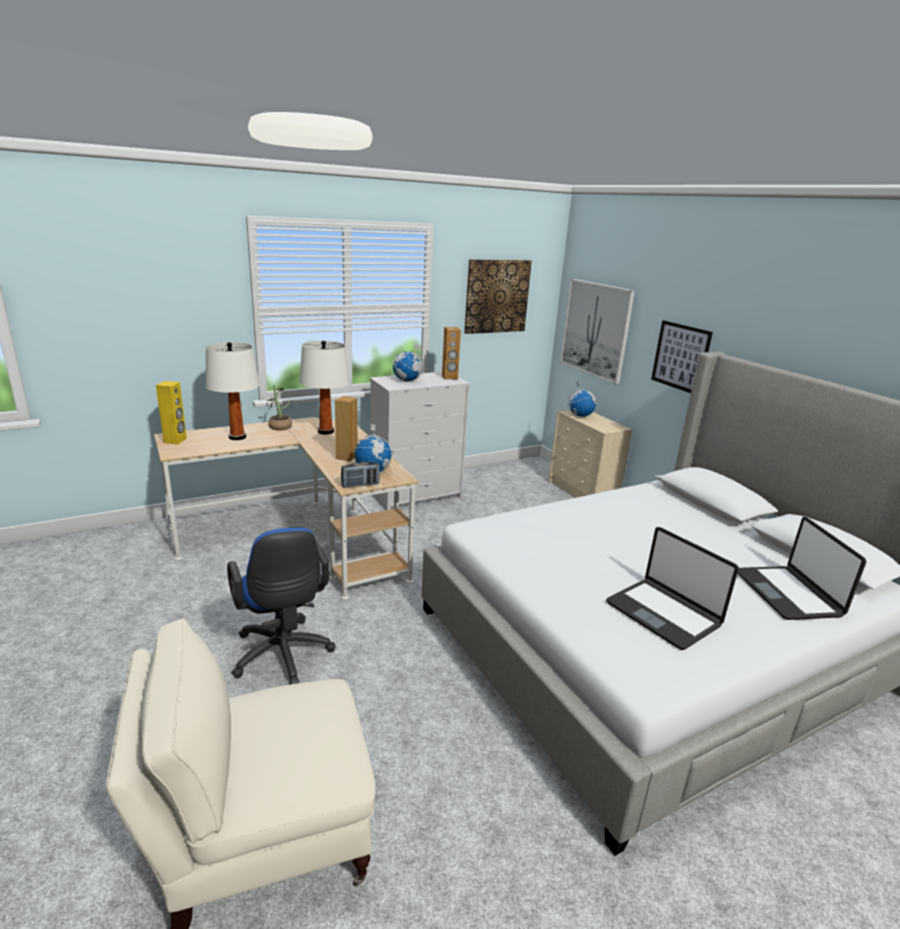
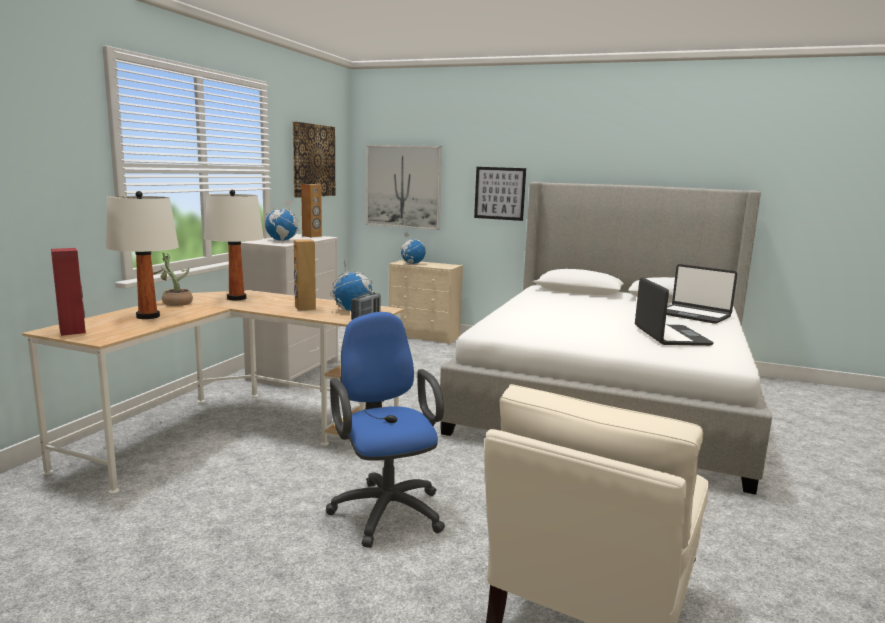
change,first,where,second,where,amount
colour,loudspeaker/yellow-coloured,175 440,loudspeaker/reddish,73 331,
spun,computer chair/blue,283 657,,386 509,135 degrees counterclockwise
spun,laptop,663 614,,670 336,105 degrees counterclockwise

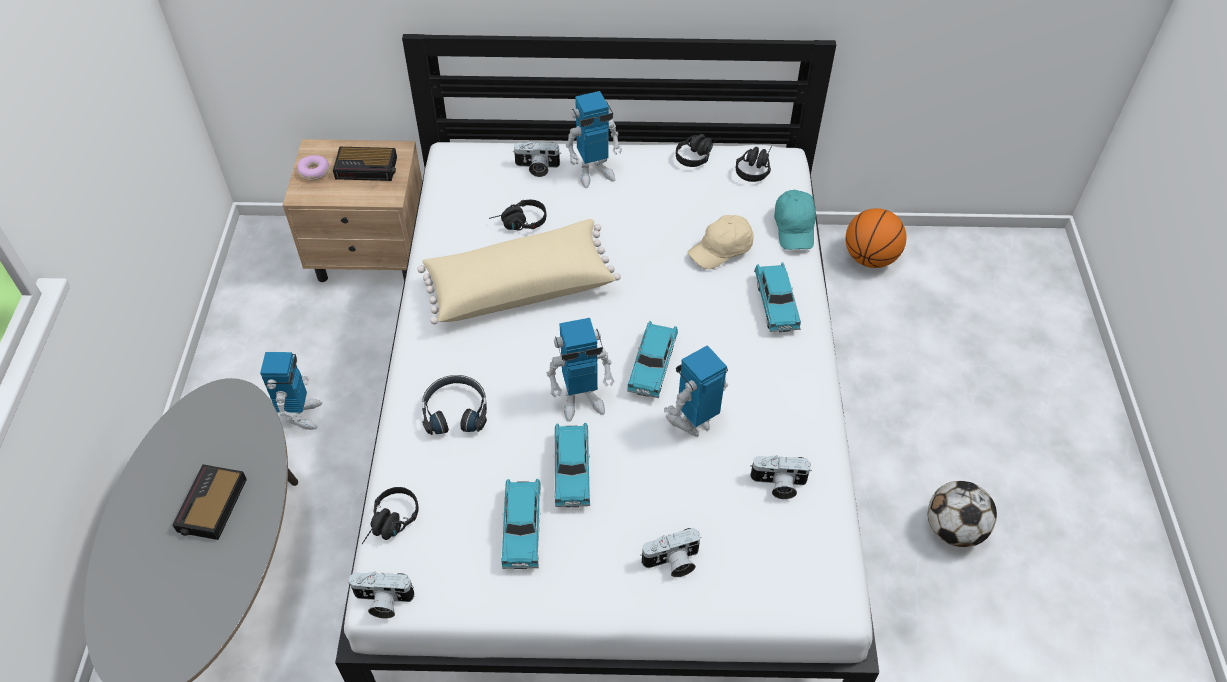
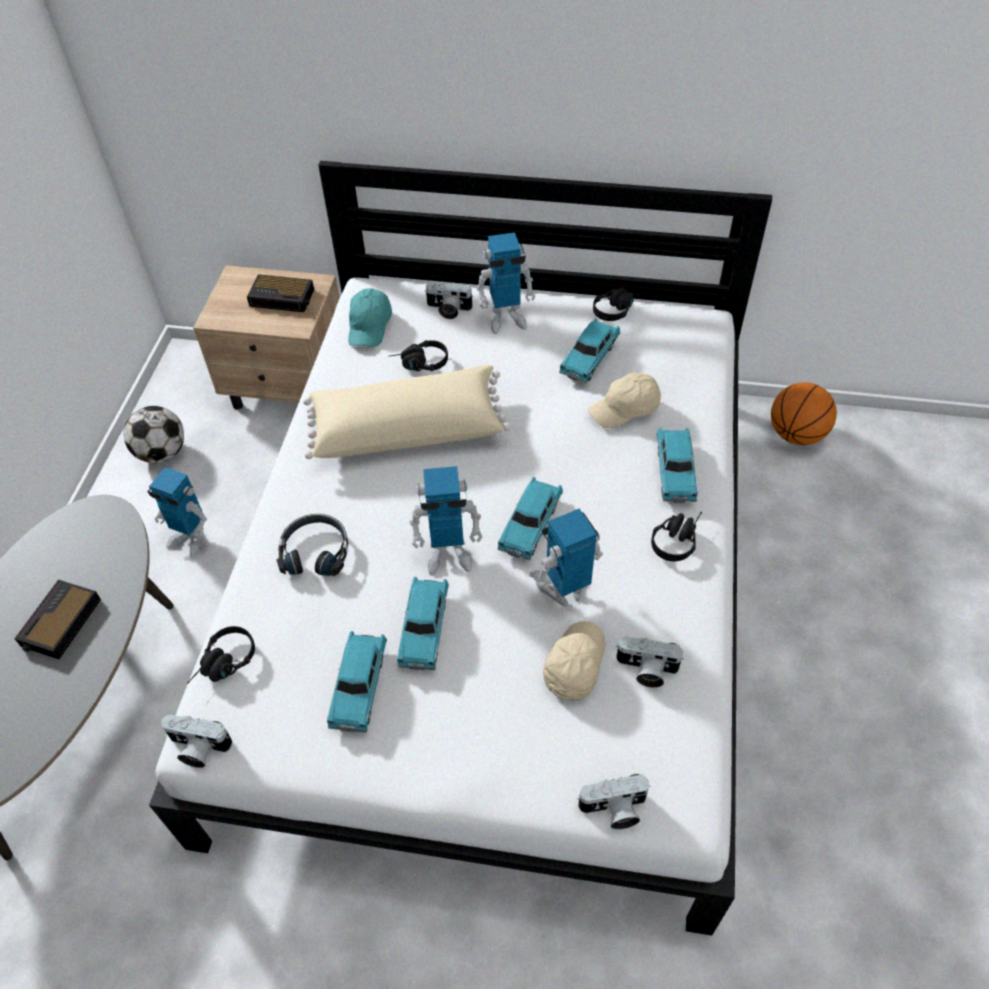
change,first,where,second,where,amount
spun,model robot,301 415,,190 539,105 degrees clockwise
missing,doughnut,314 172,,,
relocated,still camera,672 562,,614 810,
relocated,headphones/blackish,754 167,,677 538,
relocated,cap/turquoise-coloured,794 228,,370 326,
relocated,ball for football,953 529,,162 453,
appeared,,,cap/sand-coloured,574 665,
appeared,,,miniature car/turquoise-coloured,589 358,

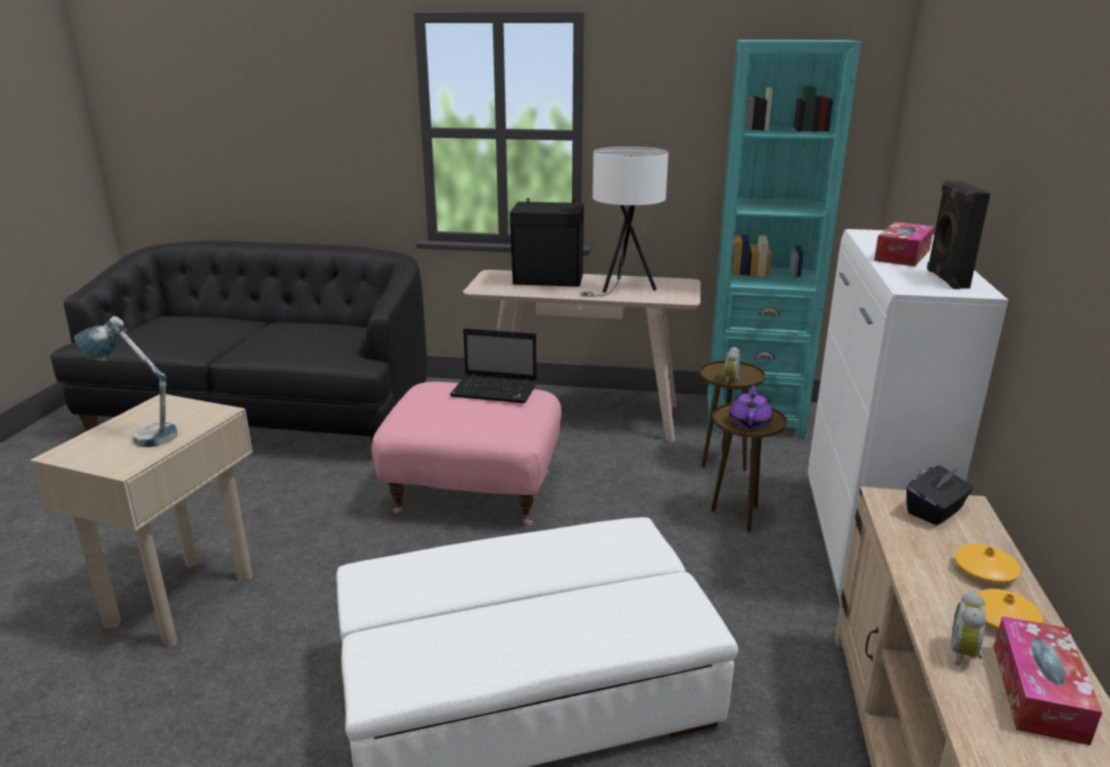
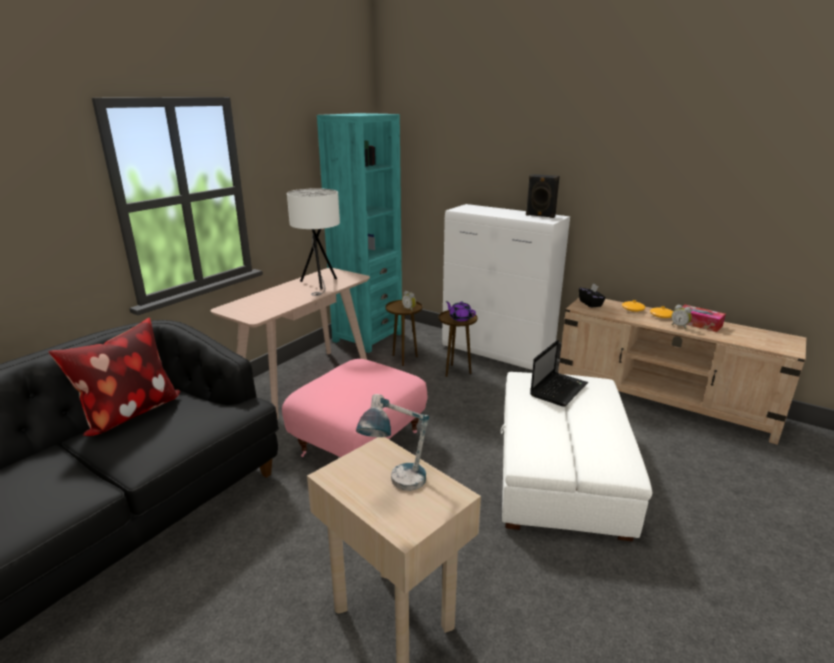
change,first,where,second,where,amount
relocated,laptop,496 390,,559 389,
missing,loudspeaker/blackish,549 280,,,
missing,tissue holder,902 255,,,
appeared,,,cushion,129 414,

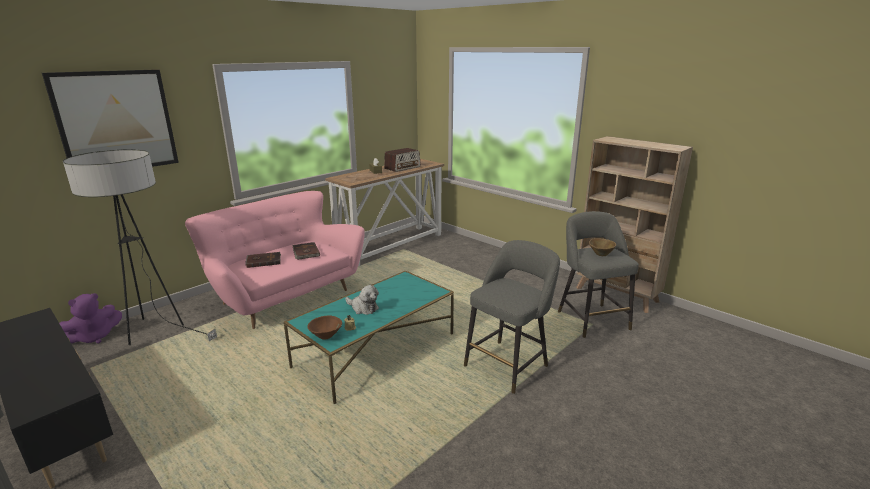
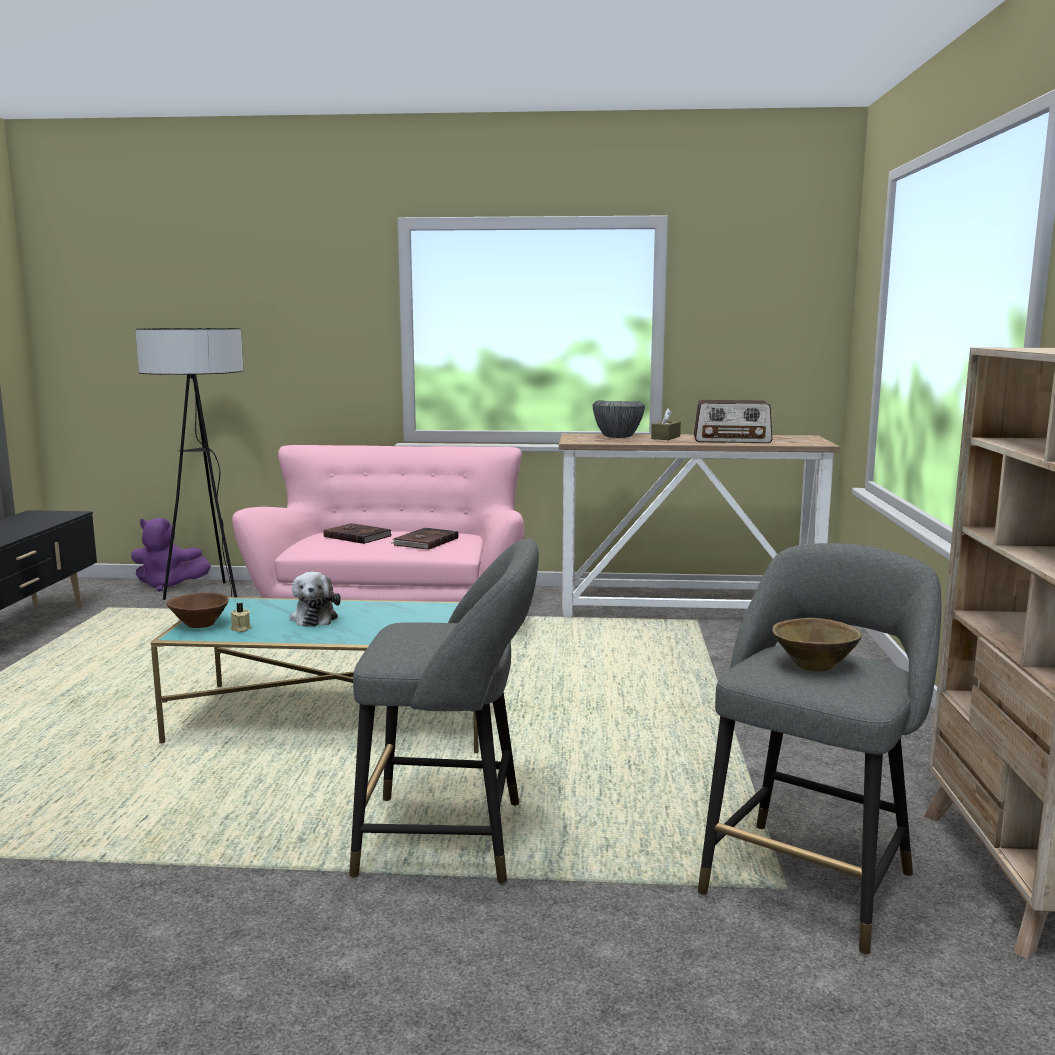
change,first,where,second,where,amount
missing,wall art,116 122,,,
appeared,,,bowl,618 437,

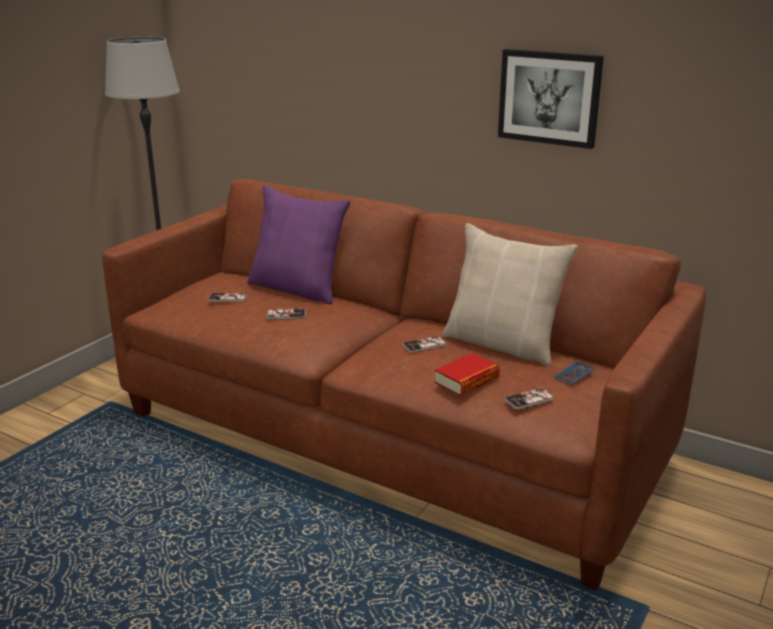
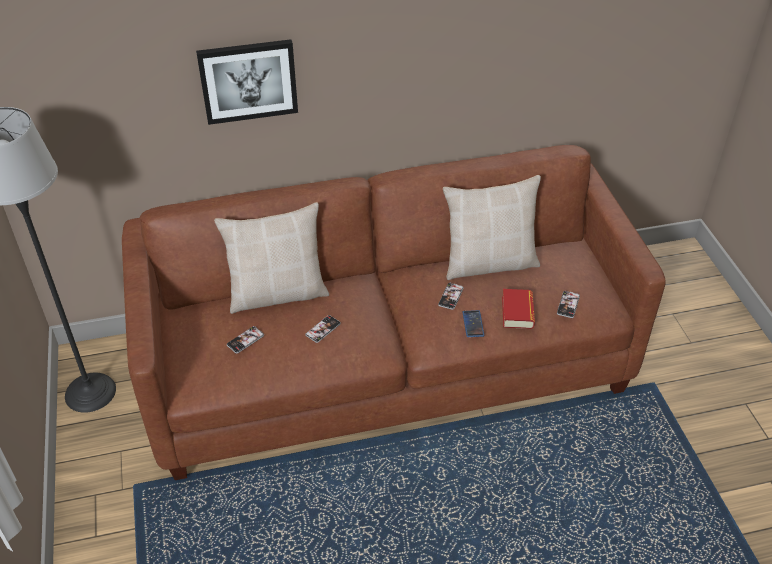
change,first,where,second,where,amount
colour,cushion/purplish,298 289,cushion/sand-coloured,278 293,
relocated,wall art,549 97,,248 80,
relocated,handset,574 374,,473 324,

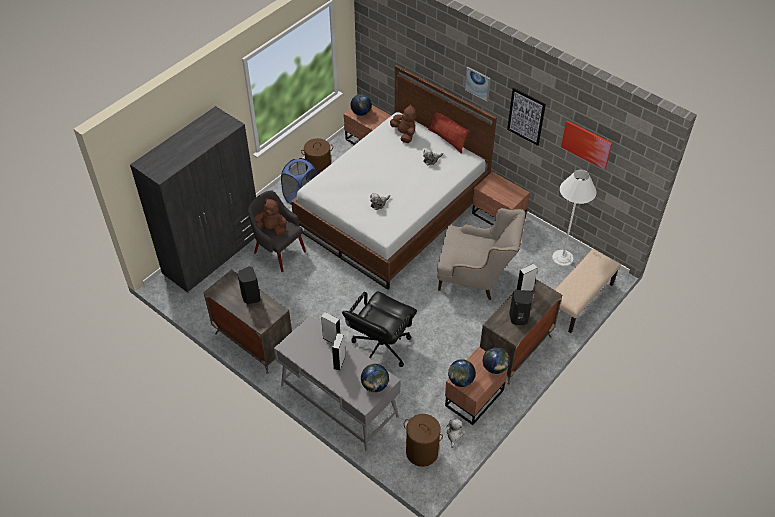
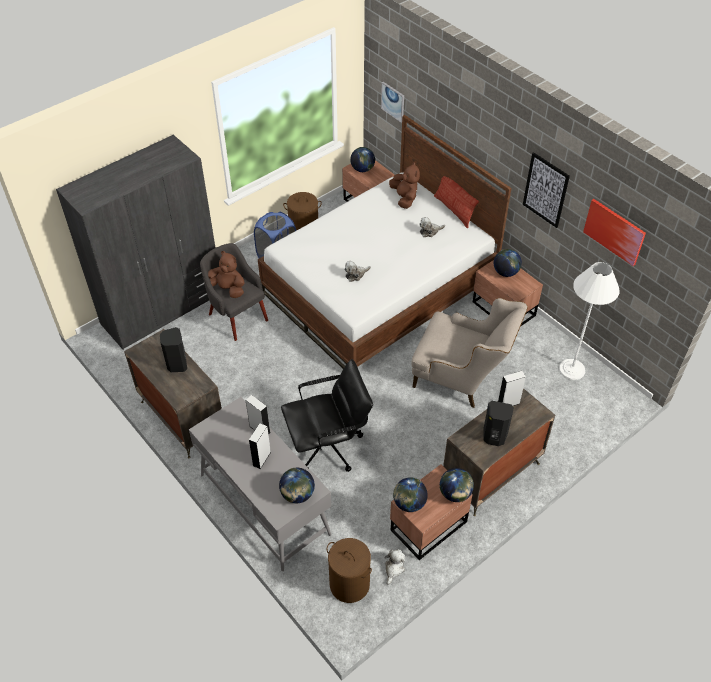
change,first,where,second,where,amount
spun,computer chair/blackish,380 347,,328 446,150 degrees counterclockwise
relocated,wall art,478 83,,393 101,
missing,indoor bench/sand-coloured,579 301,,,
appeared,,,globe,505 272,

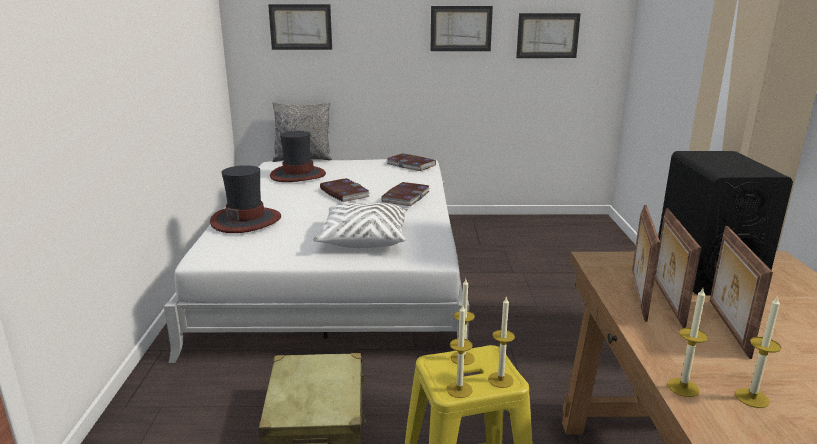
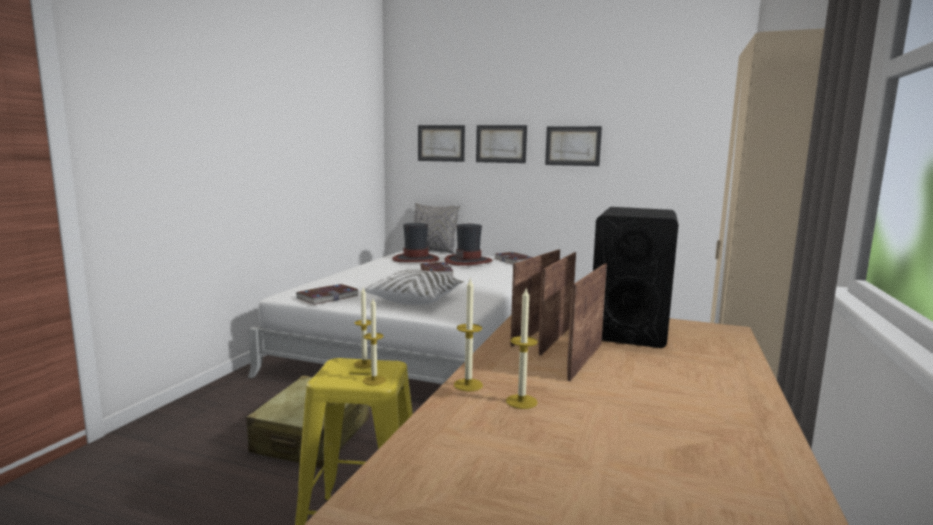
change,first,where,second,where,amount
relocated,clothing hat,246 220,,468 261,
relocated,bound book,405 196,,328 297,
missing,candle,459 389,,,
relocated,wall art,547 35,,501 144,

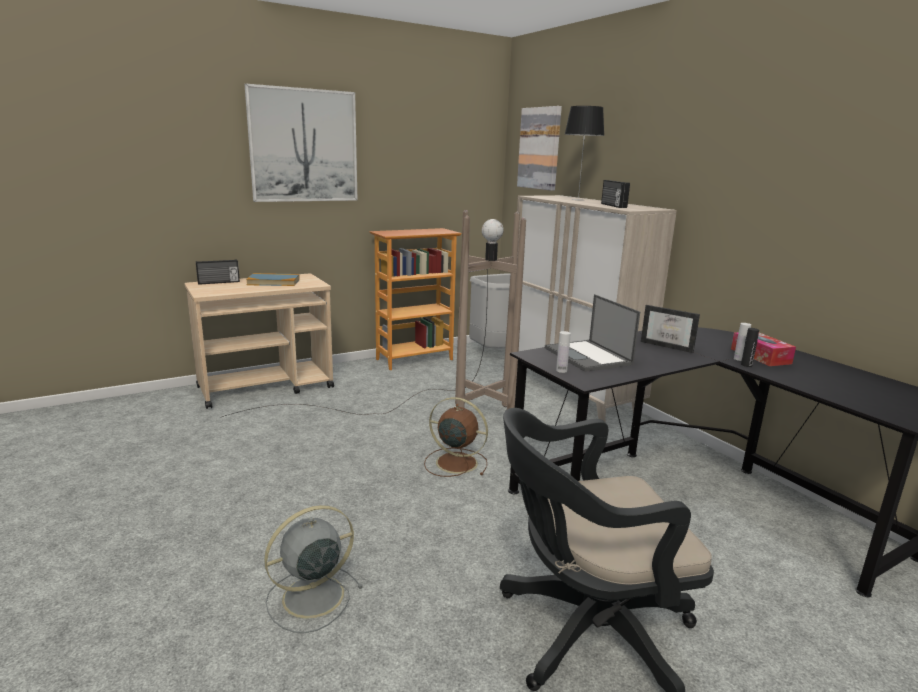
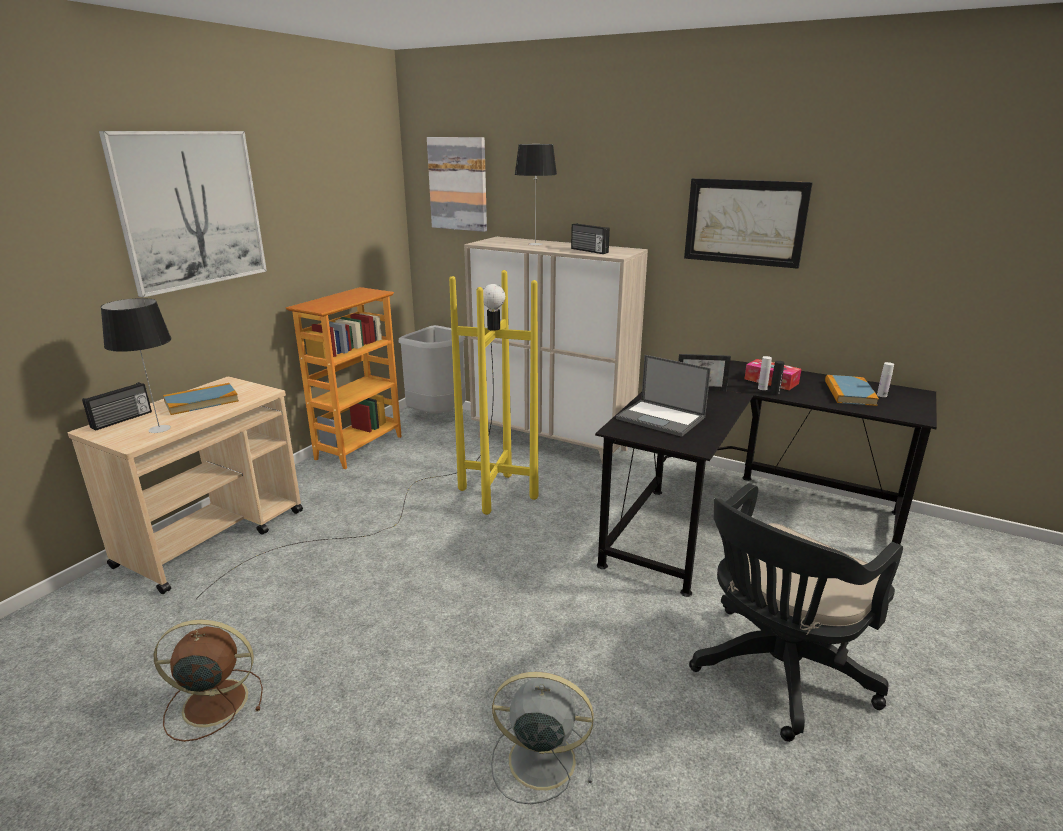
change,first,where,second,where,amount
colour,standard lamp/brown,423 411,standard lamp/yellow-coloured,433 508,
spun,cooling fan/gray,310 597,,538 759,75 degrees clockwise
relocated,cooling fan/brown,454 462,,212 703,
relocated,bottle/white-coloured,561 370,,882 395,
appeared,,,tabletop lamp,159 428,
appeared,,,wall art,745 222,
appeared,,,bound book,849 393,

